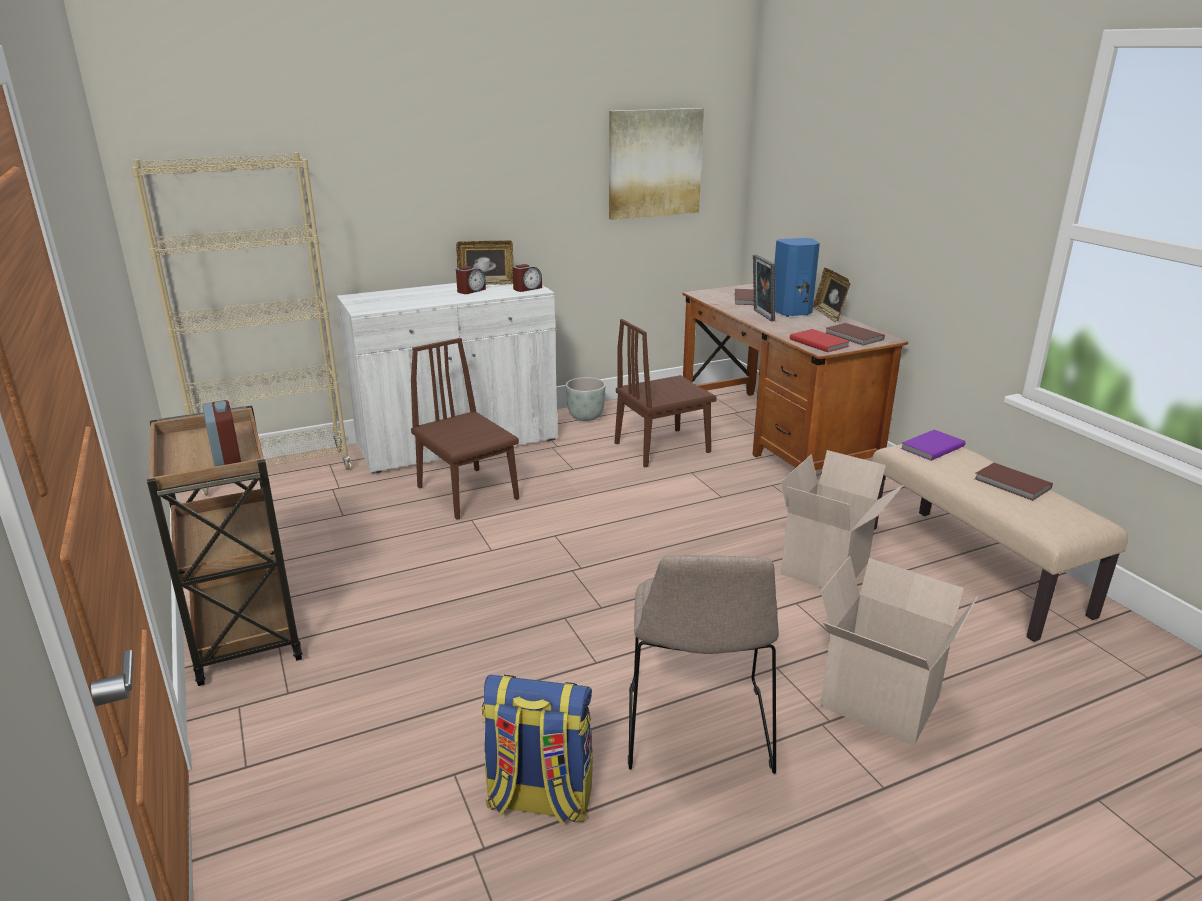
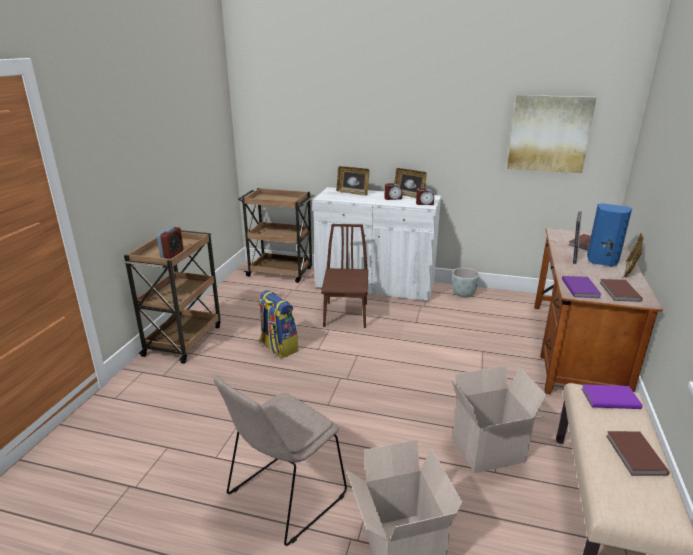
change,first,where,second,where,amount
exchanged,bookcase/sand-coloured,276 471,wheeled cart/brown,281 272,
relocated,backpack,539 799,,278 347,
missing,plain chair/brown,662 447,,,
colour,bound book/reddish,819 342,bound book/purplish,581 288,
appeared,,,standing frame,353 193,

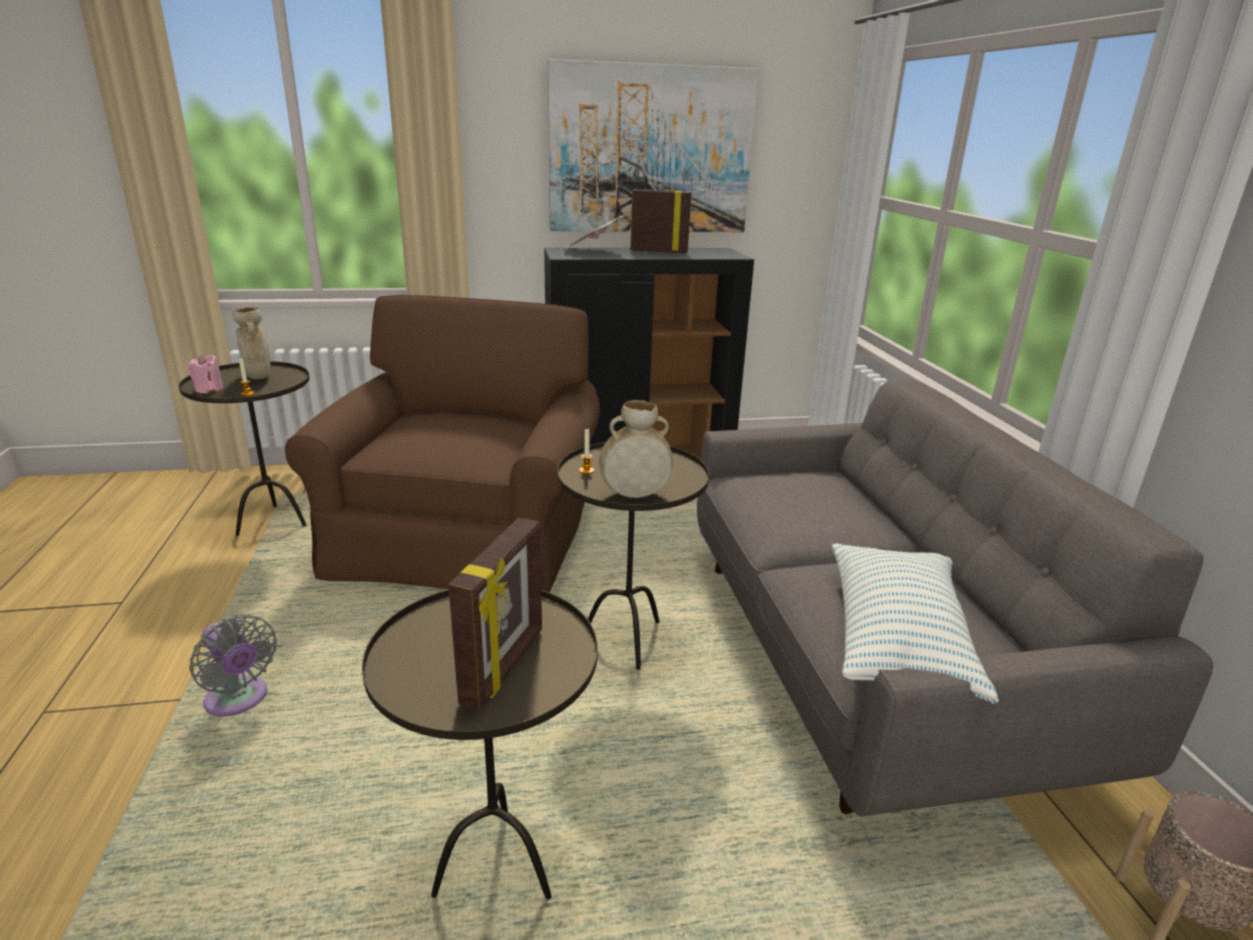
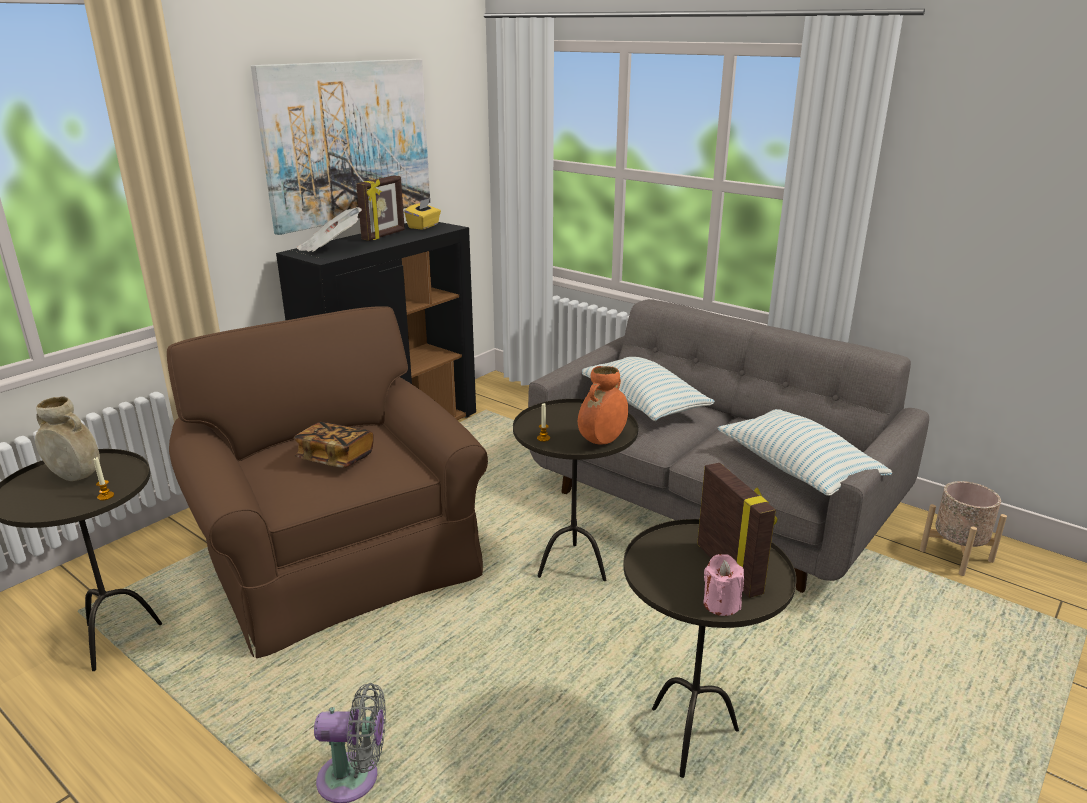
change,first,where,second,where,amount
relocated,candle/pink-coloured,209 389,,721 604,
colour,flower vase/sand-coloured,634 494,flower vase/orange,602 441,
spun,standing frame,659 251,,384 235,150 degrees clockwise
appeared,,,bound book,335 458,
appeared,,,tissue holder/yellow-coloured,424 226,
appeared,,,cushion,643 404,

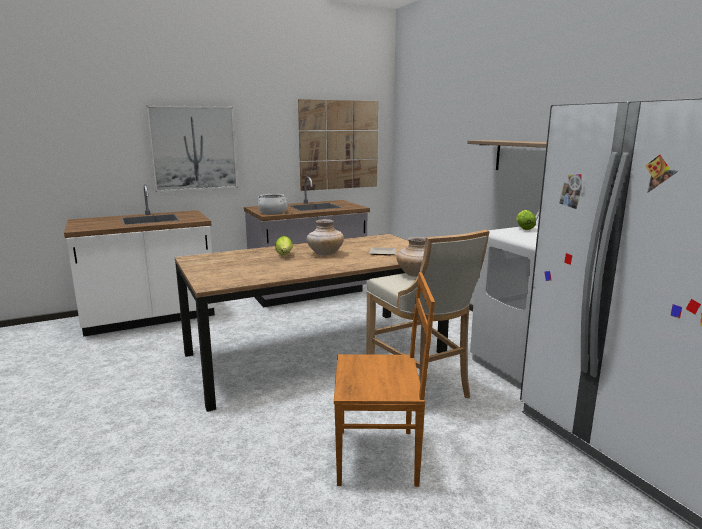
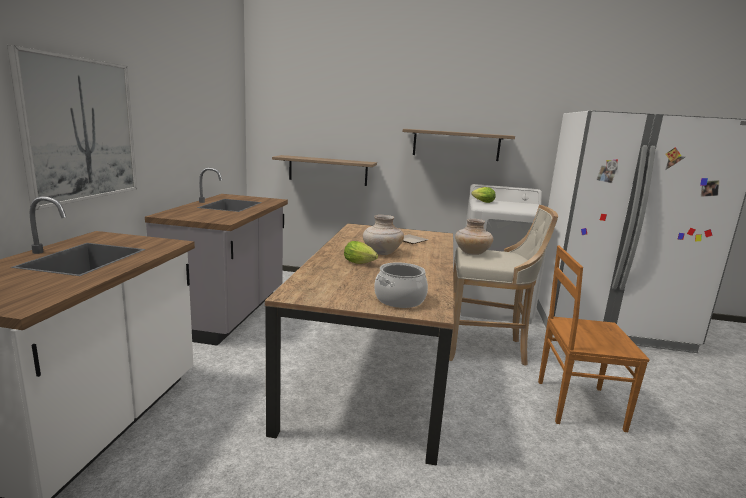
change,first,where,second,where,amount
relocated,cooking pot,272 212,,400 300,
missing,wall art,339 145,,,
spun,plain chair/brown,379 456,,576 404,120 degrees counterclockwise
appeared,,,bracket shelf,328 170,

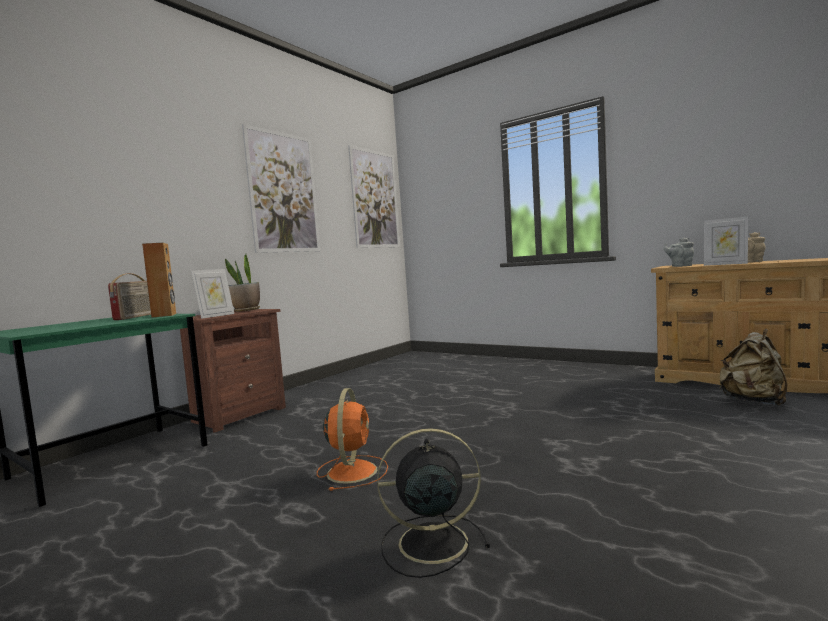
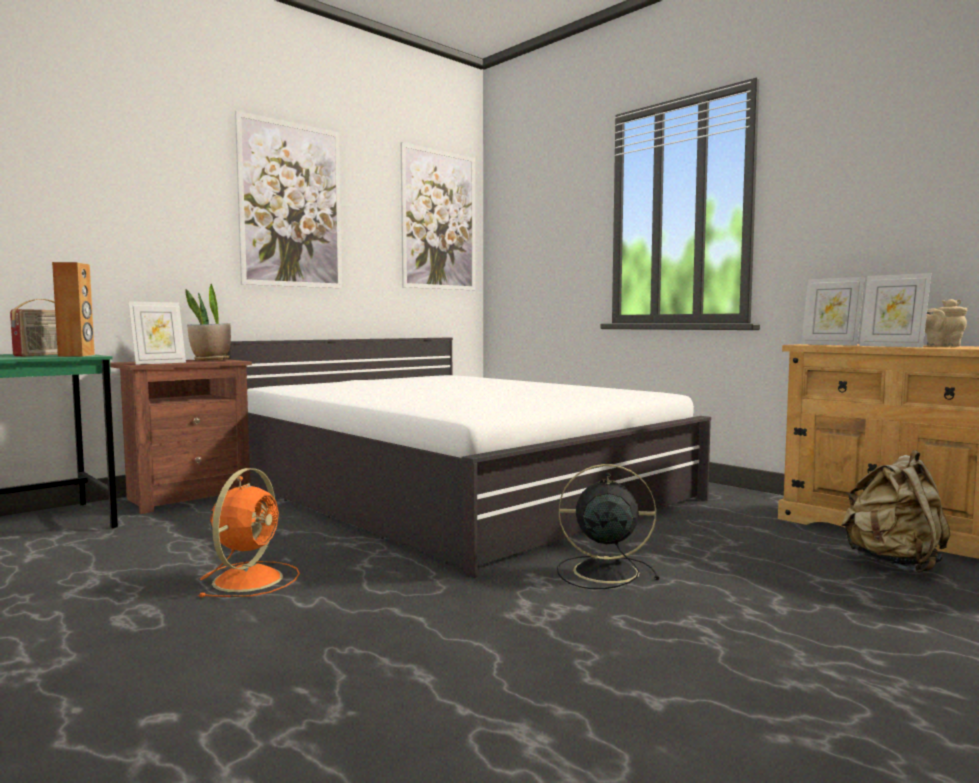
change,first,where,second,where,amount
relocated,cooling fan/blackish,429 543,,602 572,
exchanged,pot for tea/gray,680 266,standing frame,830 344,
appeared,,,bedroom bed/white-coloured,455 490,

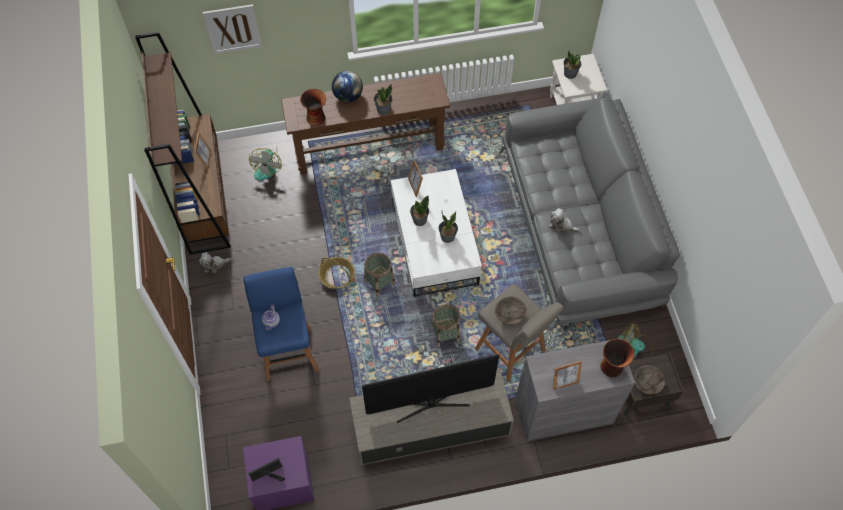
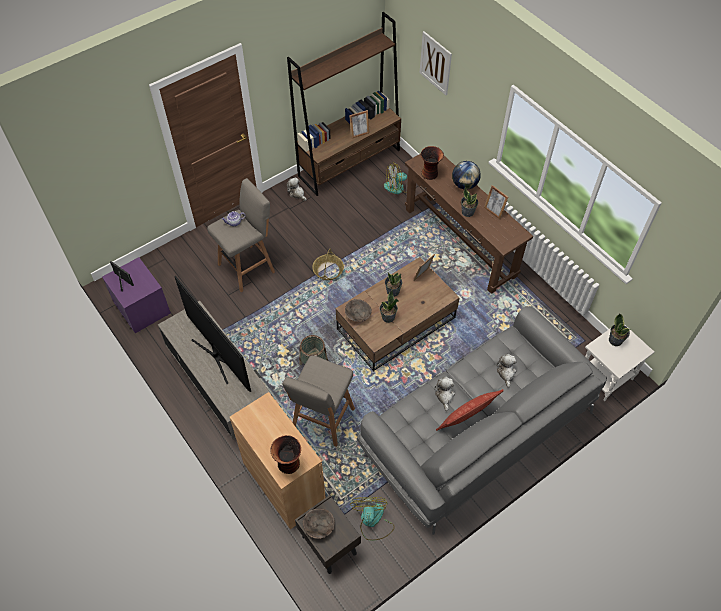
change,first,where,second,where,amount
colour,sitting stool/blue,288 351,sitting stool/gray,248 267,
missing,basket,379 283,,,
colour,low table/white-coloured,435 243,low table/brown,395 324,
relocated,bowl/brown,509 315,,357 315,
colour,cupboard/gray,563 411,cupboard/brown,284 483,
relocated,standing frame,564 382,,494 212,
appeared,,,cushion,467 417,
appeared,,,plush toy,506 373,

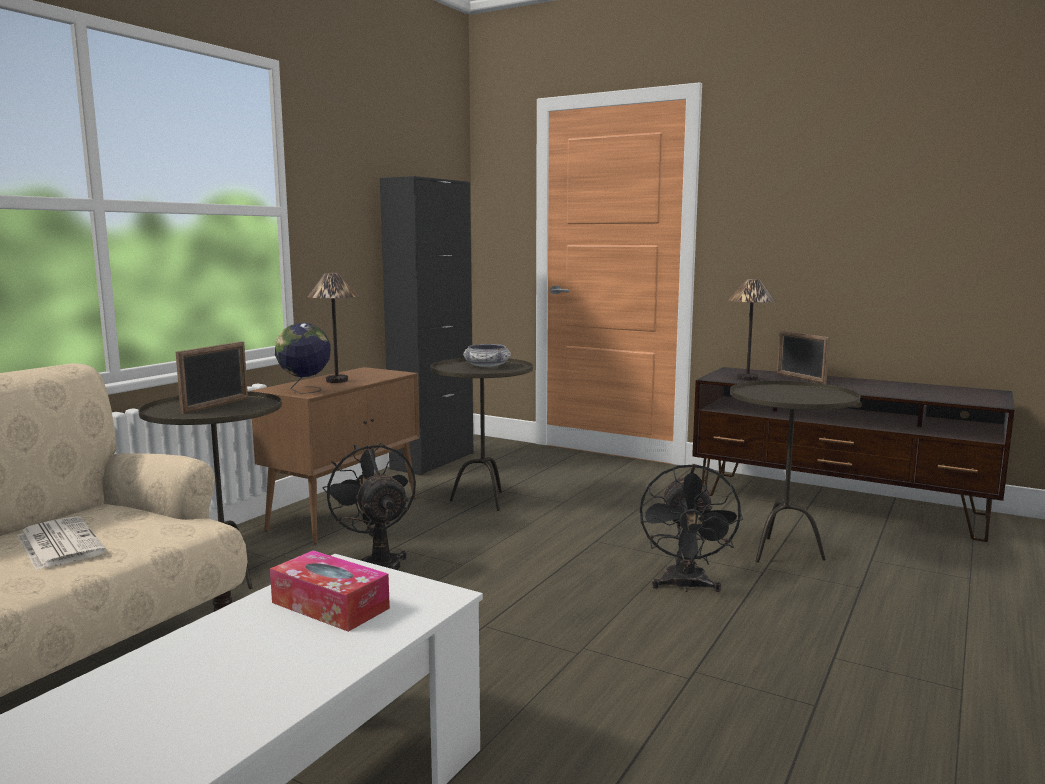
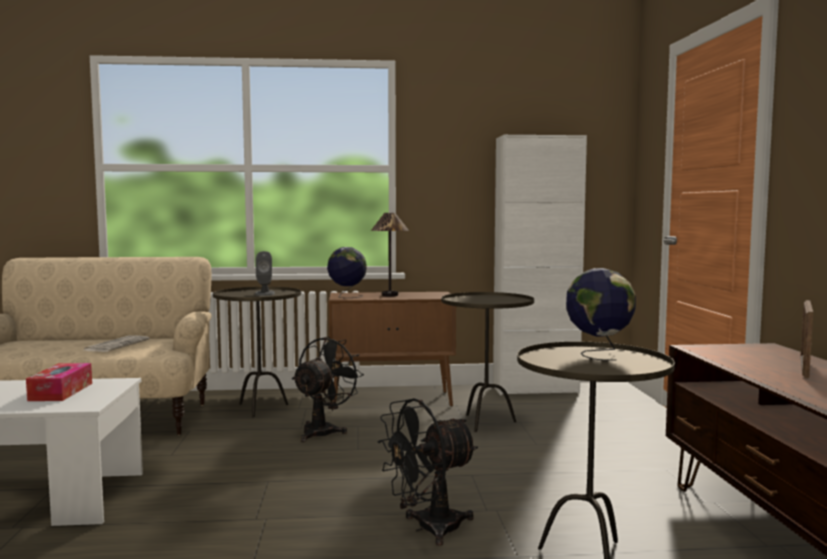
change,first,where,second,where,amount
exchanged,standing frame,216 405,loudspeaker/gray,264 293,
colour,cupboard/blackish,432 461,cupboard/white-coloured,535 389,
missing,bowl,487 366,,,
missing,tabletop lamp,747 378,,,
appeared,,,globe,598 354,

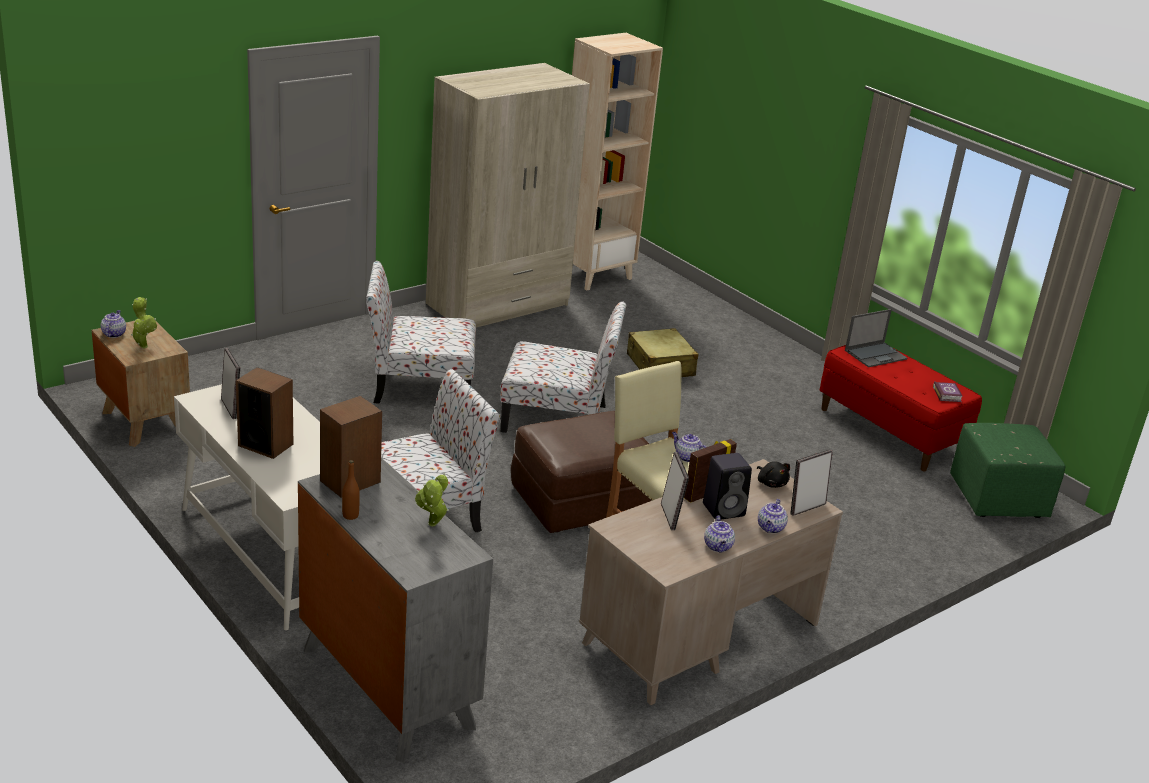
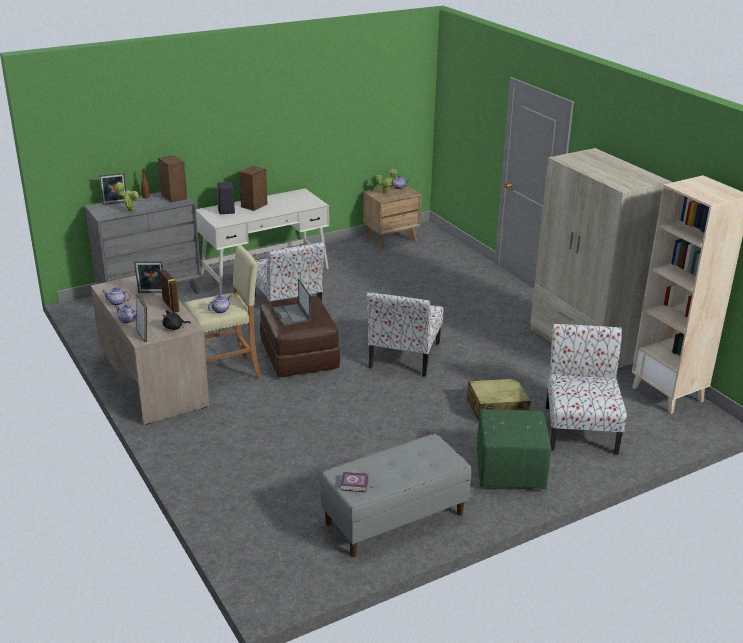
change,first,where,second,where,amount
relocated,standing frame,231 408,,115 203,
relocated,plain chair,419 386,,580 428,
relocated,loudspeaker/blackish,724 509,,226 211,
colour,indoor bench/reddish,890 431,indoor bench/gray,394 519,
relocated,laptop,876 354,,292 315,
relocated,pouffe/green,997 498,,511 471,

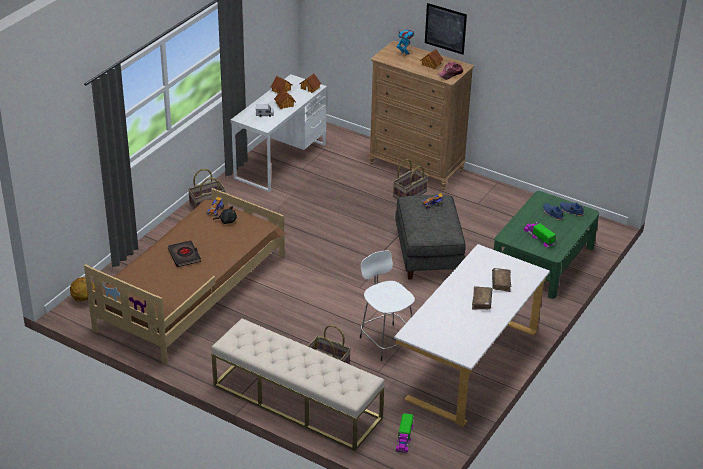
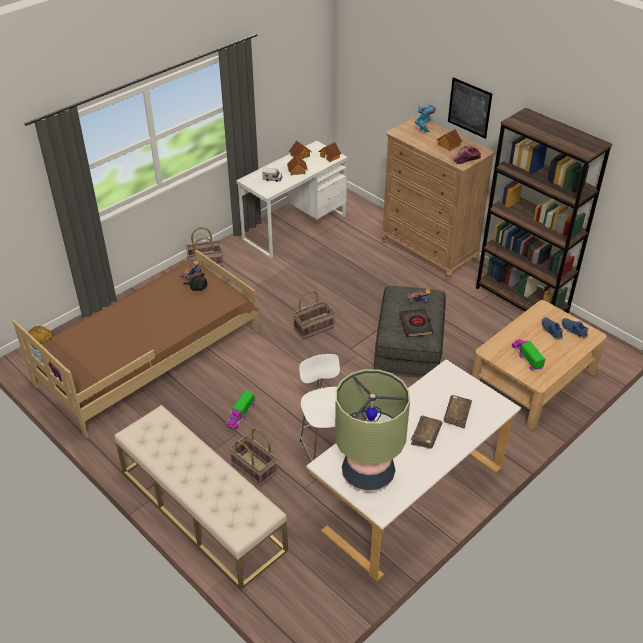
change,first,where,second,where,amount
relocated,bound book/blackish,184 256,,416 325,
relocated,basket,409 194,,313 327,
relocated,model truck,404 438,,241 415,
colour,low table/green,543 261,low table/sand-coloured,533 380,
appeared,,,tabletop lamp,368 474,
appeared,,,bookcase/brown,522 300,

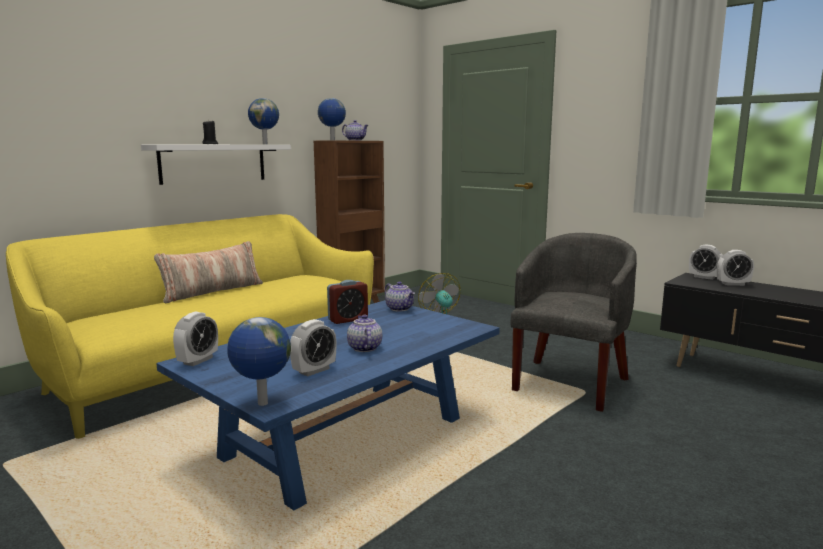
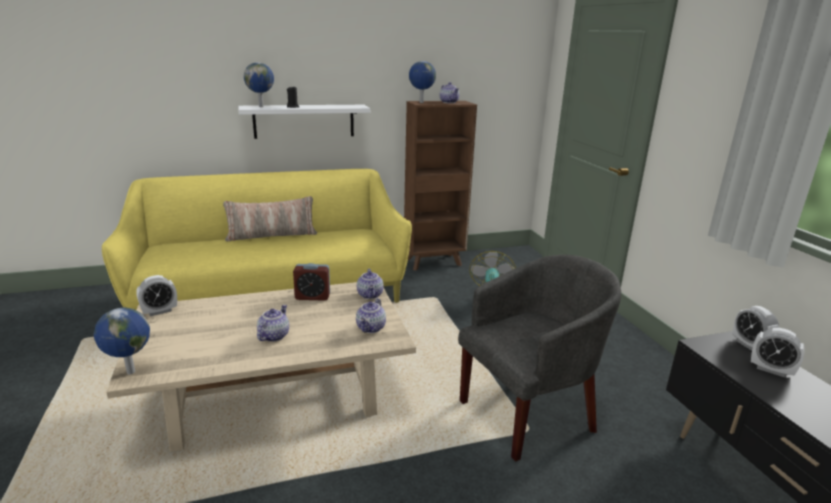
change,first,where,second,where,amount
colour,low table/blue,345 437,low table/sand-coloured,275 398,
relocated,globe,265 144,,261 106,
missing,table clock,314 370,,,
appeared,,,pot for tea,371 328,

